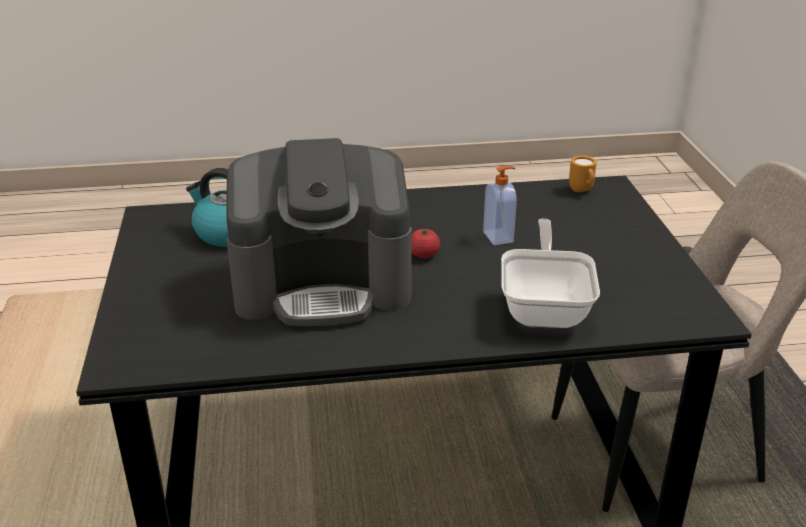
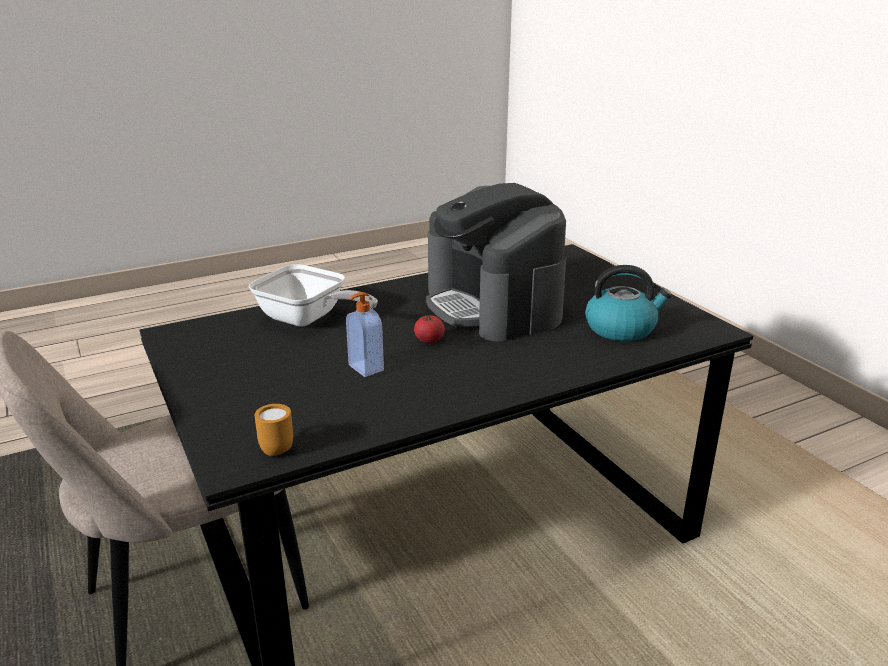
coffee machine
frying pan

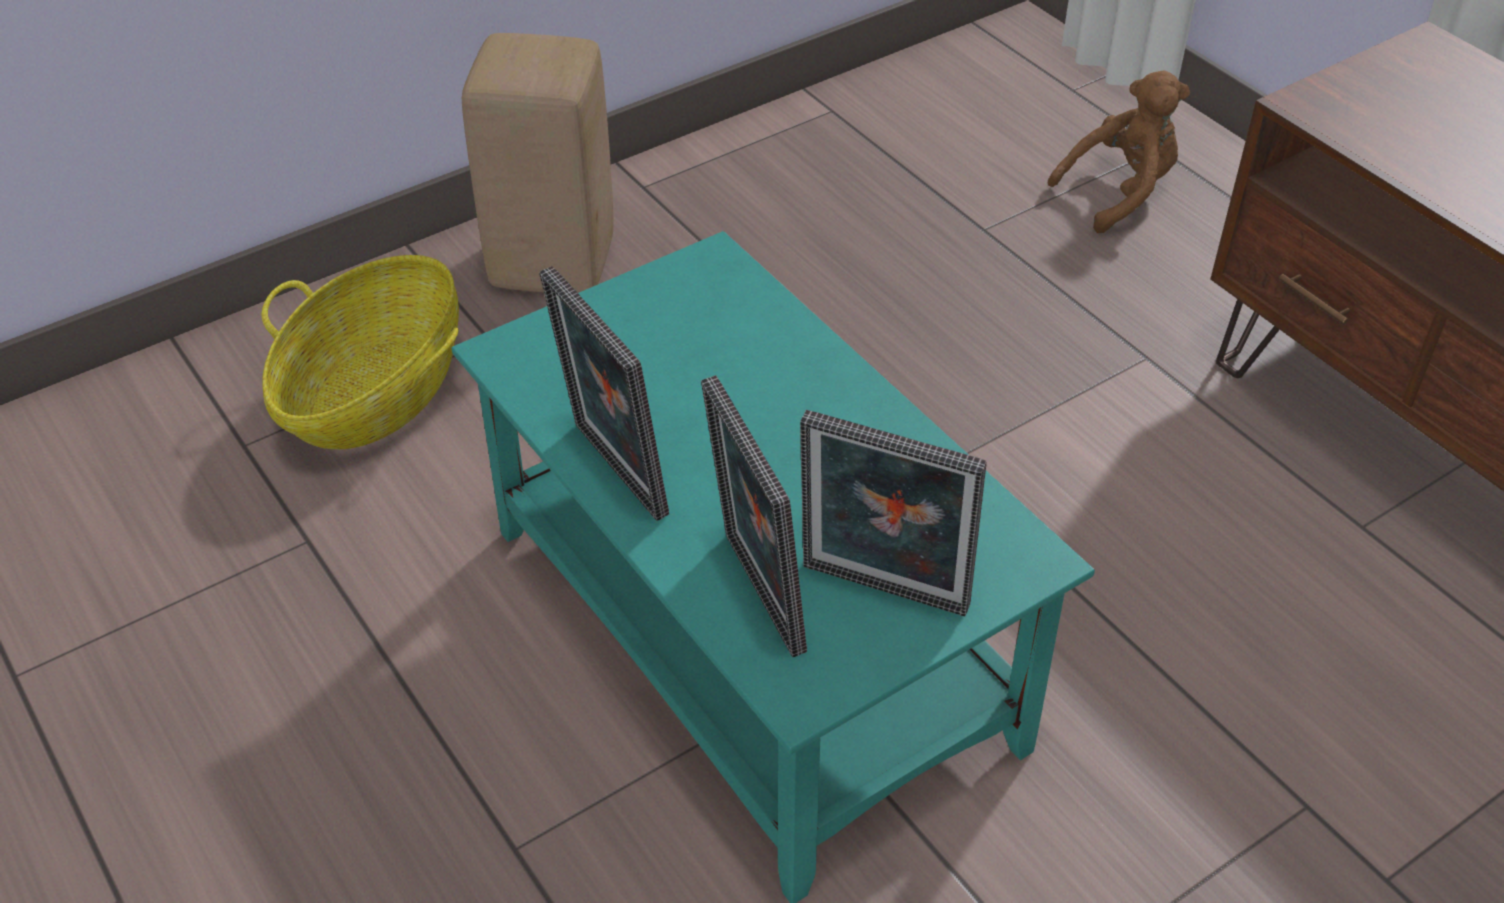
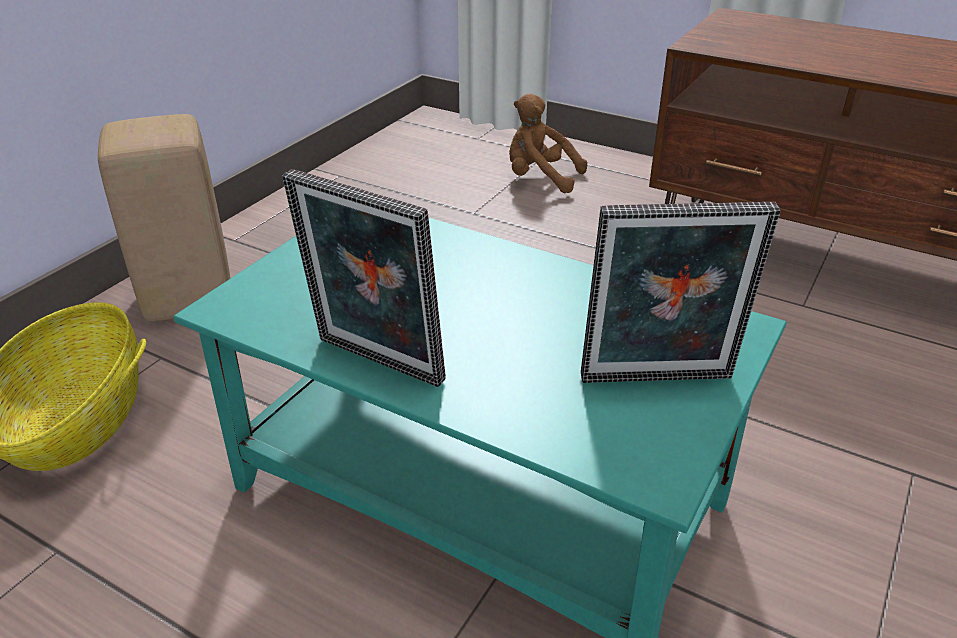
photo frame (no. 2 from left in the first image)
brown-coloured plush toy

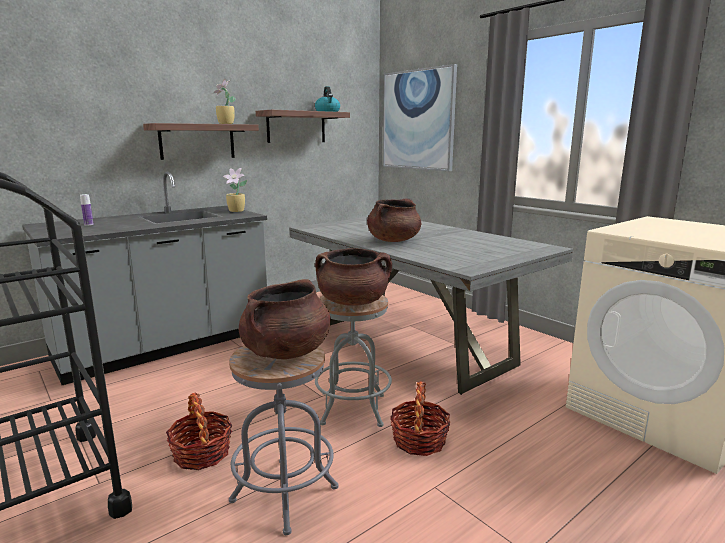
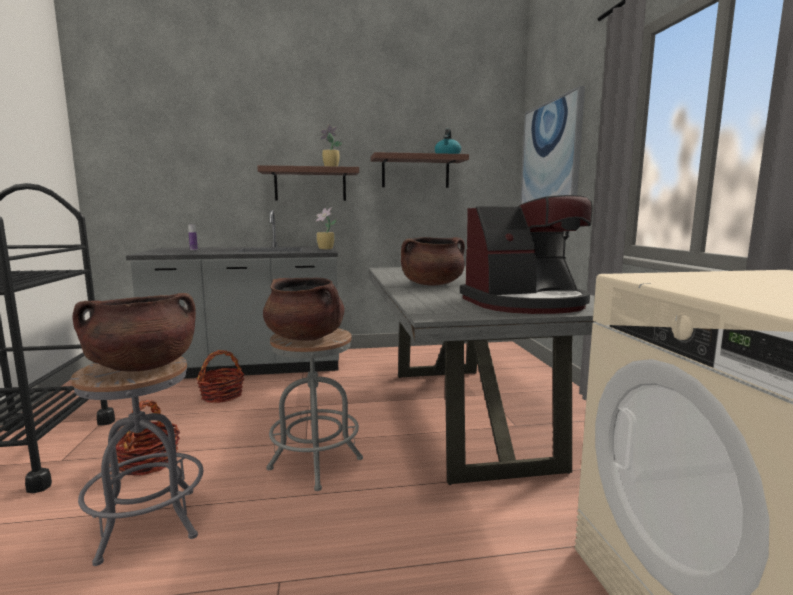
coffee machine
household basket (no. 2 from left)

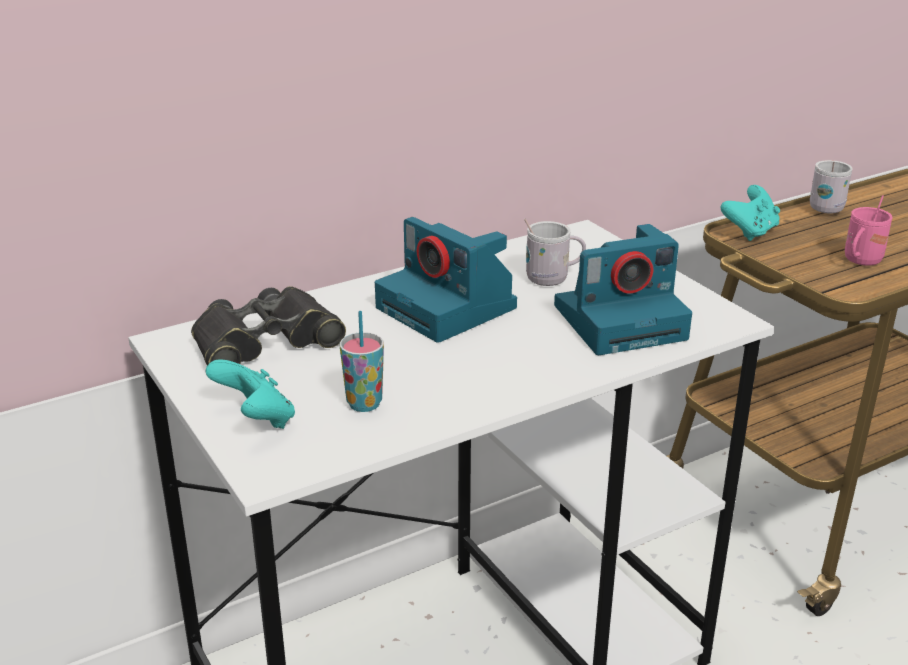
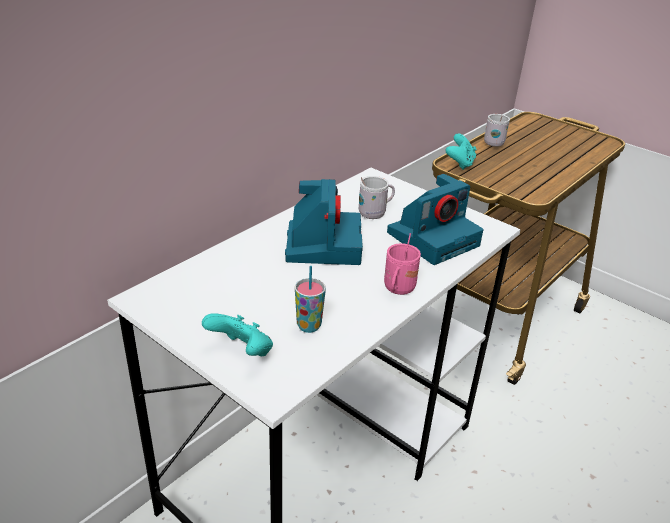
black pair of binoculars
pink coffee mug
photo camera (no. 1 from left)

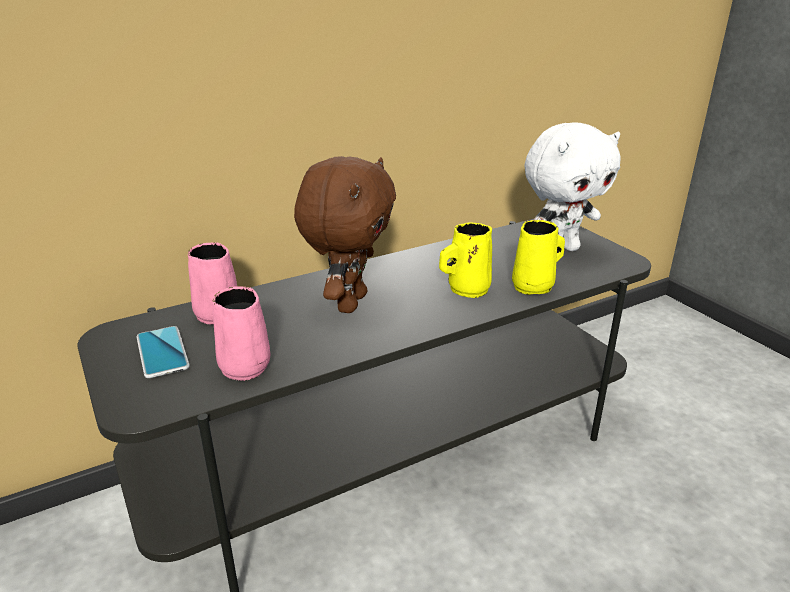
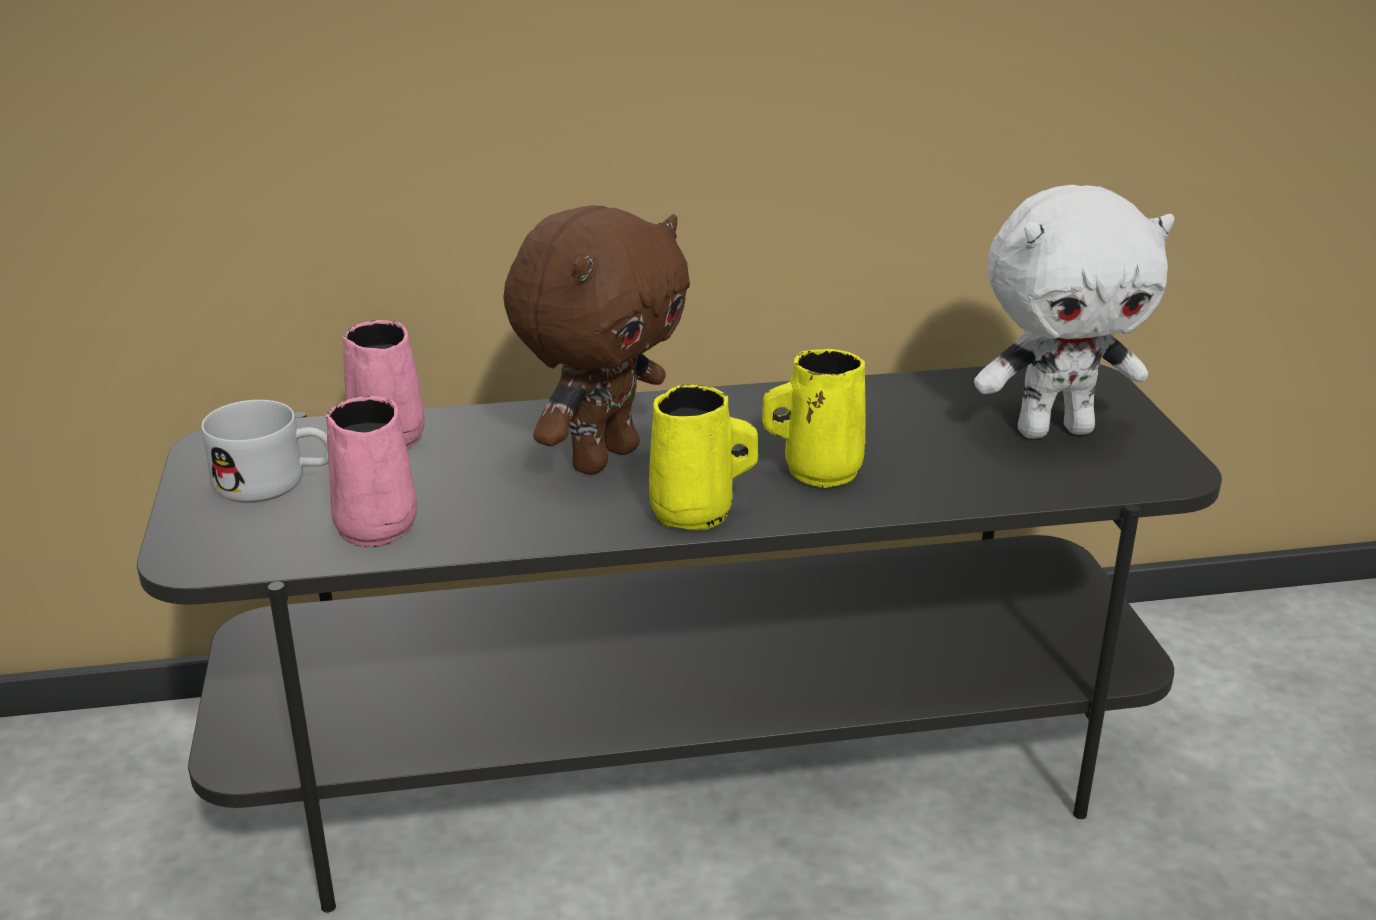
yellow-coloured coffee mug (no. 1 from left)
white-coloured coffee mug

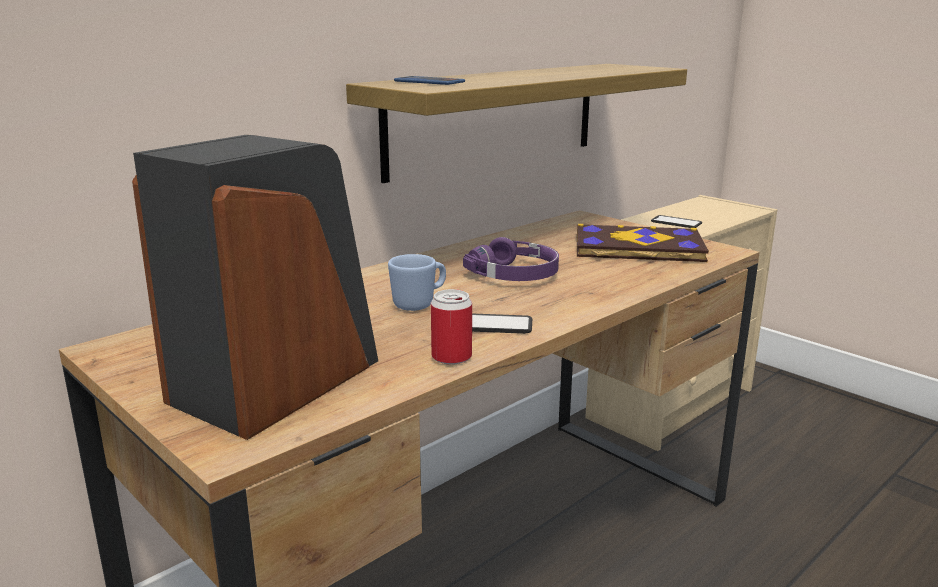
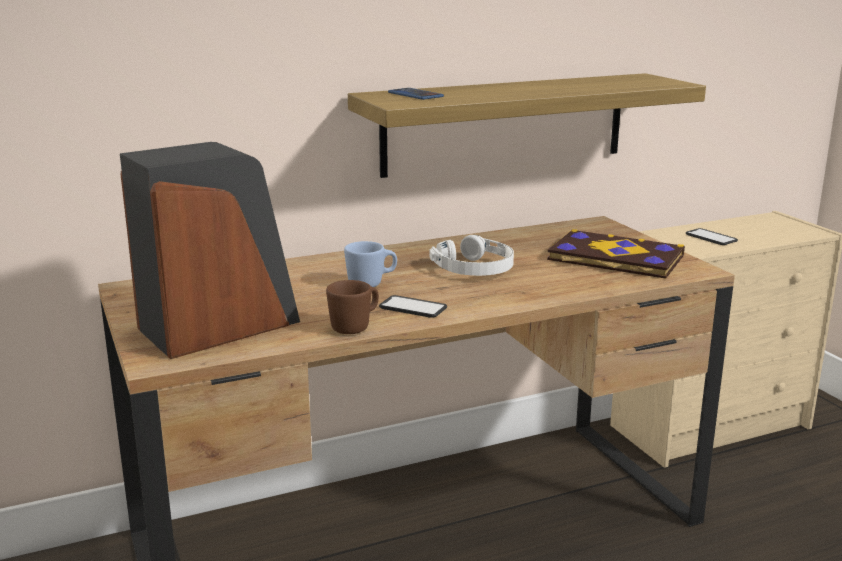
brown-coloured coffee mug
white-coloured pair of headphones

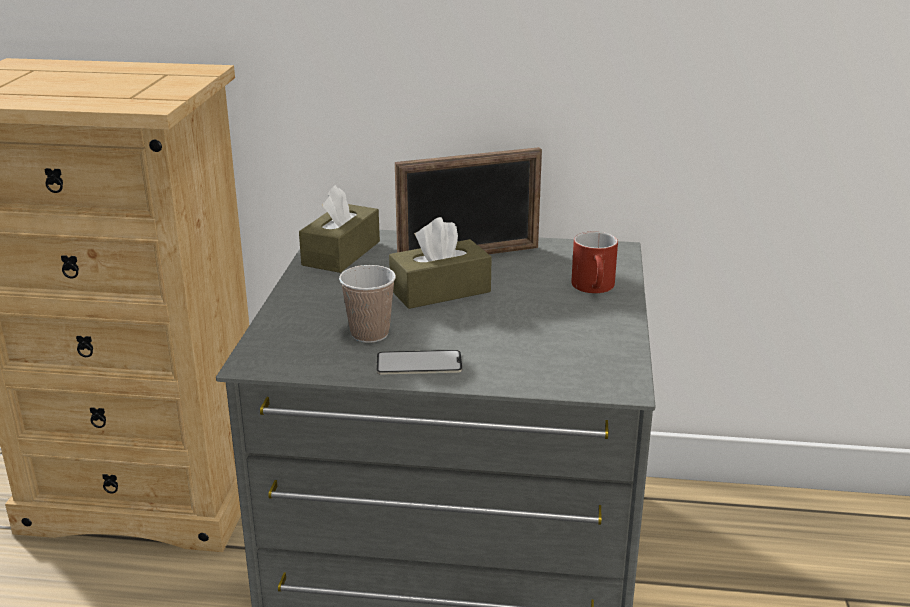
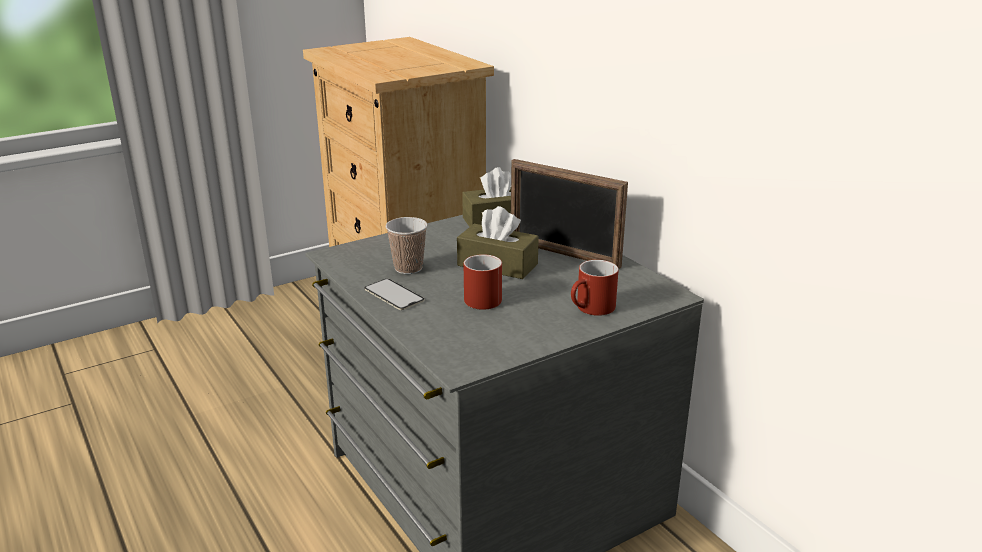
red coffee mug (no. 1 from left)

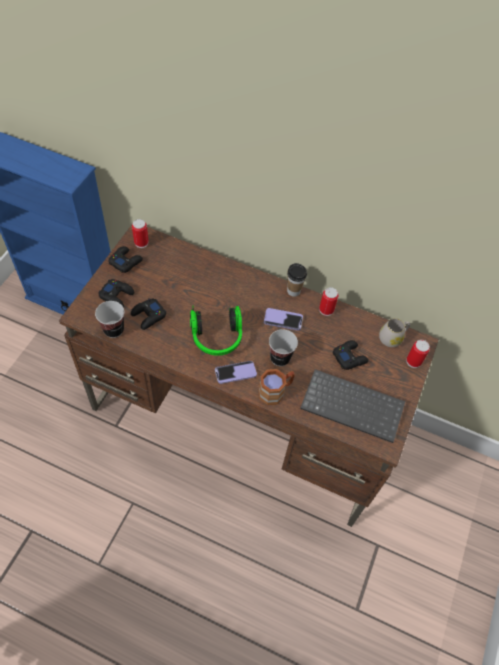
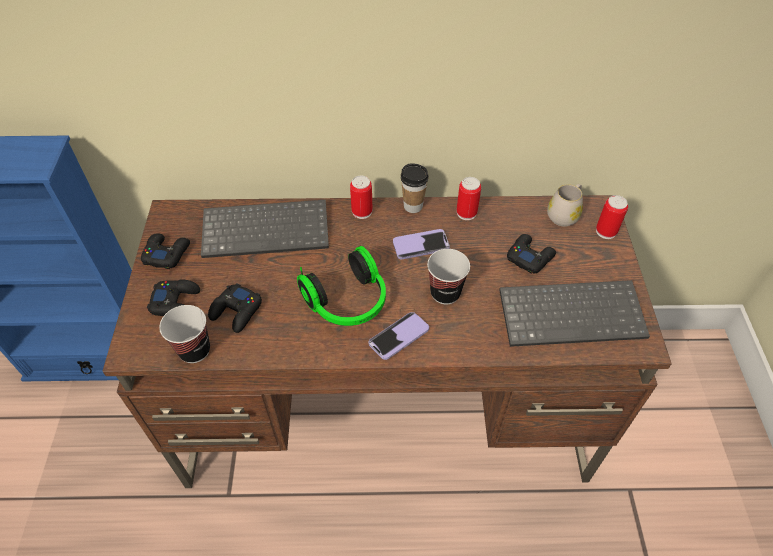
brown-coloured coffee mug
PC keyboard (no. 1 from left)
metal can (no. 1 from left)

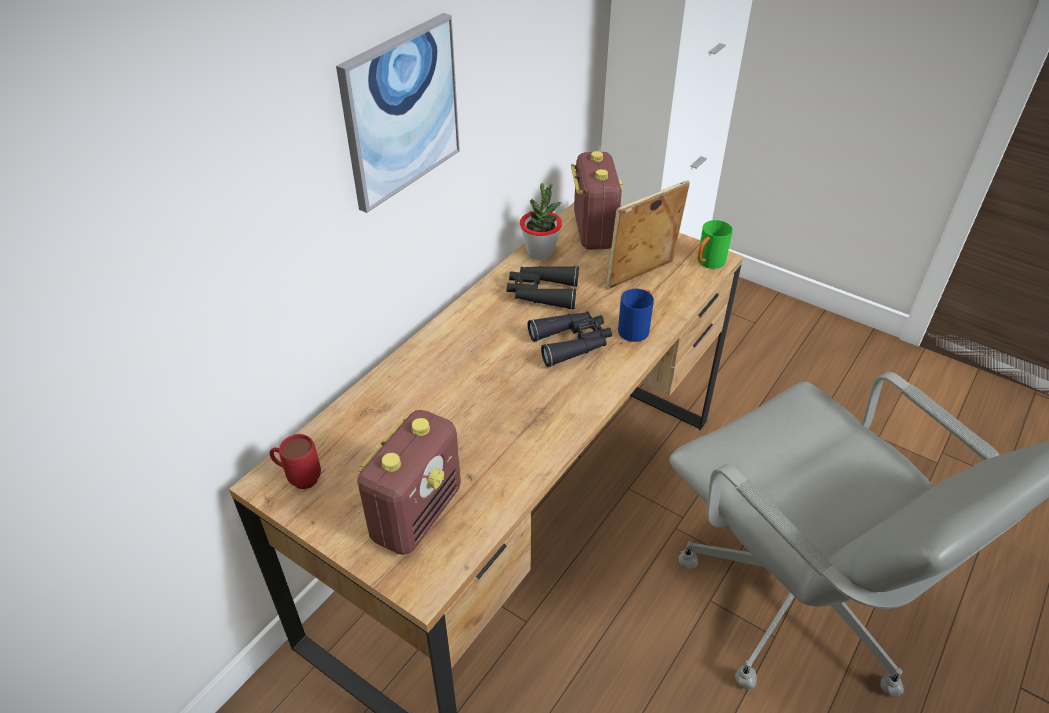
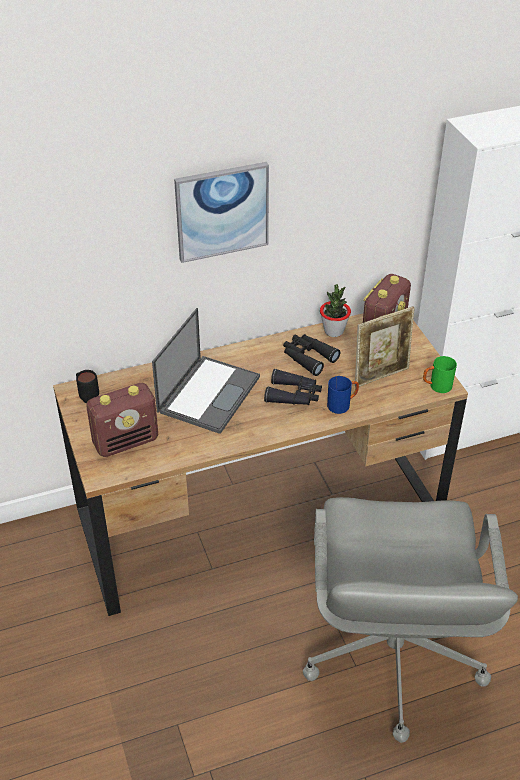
laptop
black coffee mug
photo frame

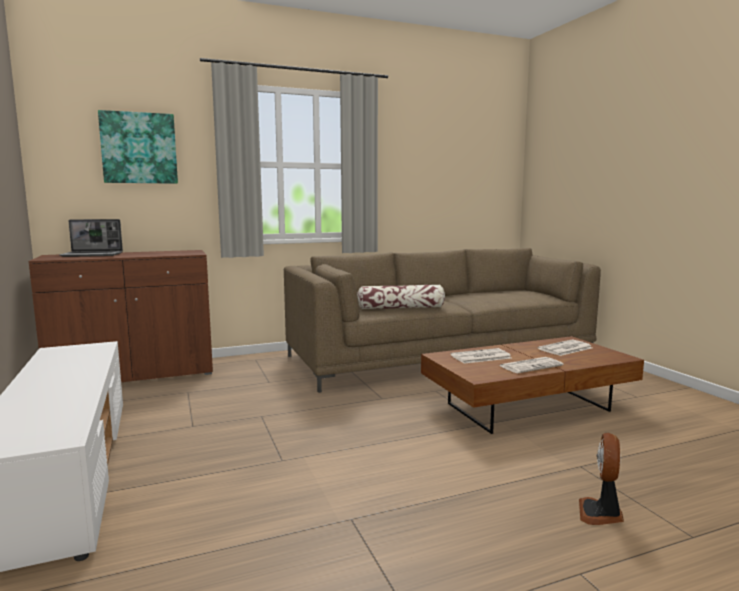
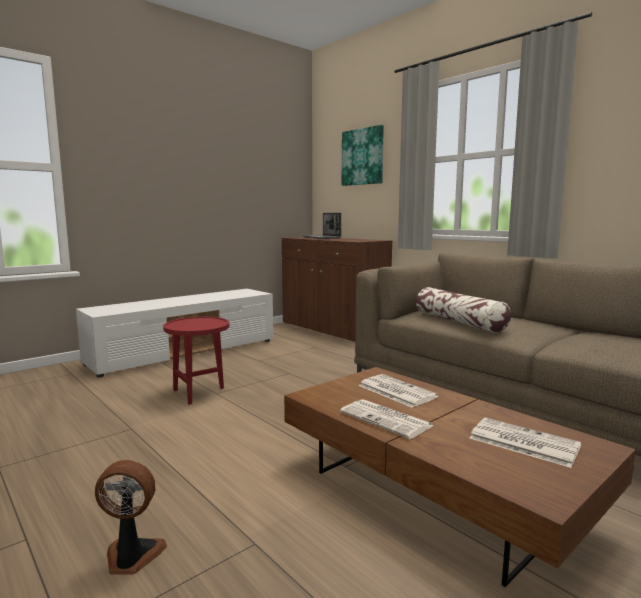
red end table

